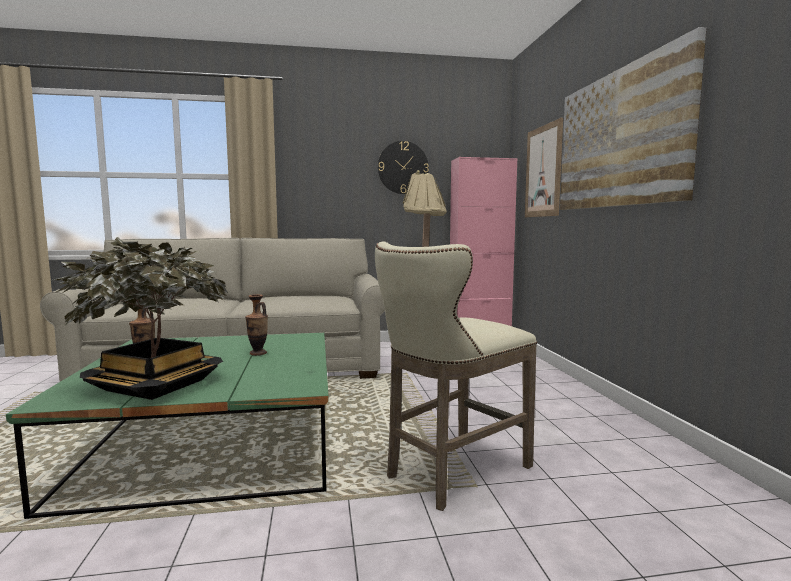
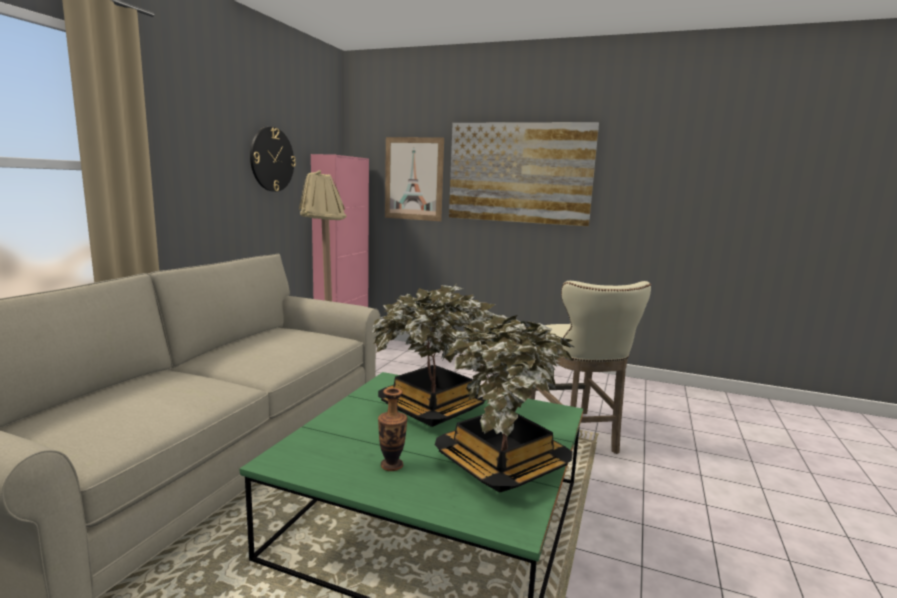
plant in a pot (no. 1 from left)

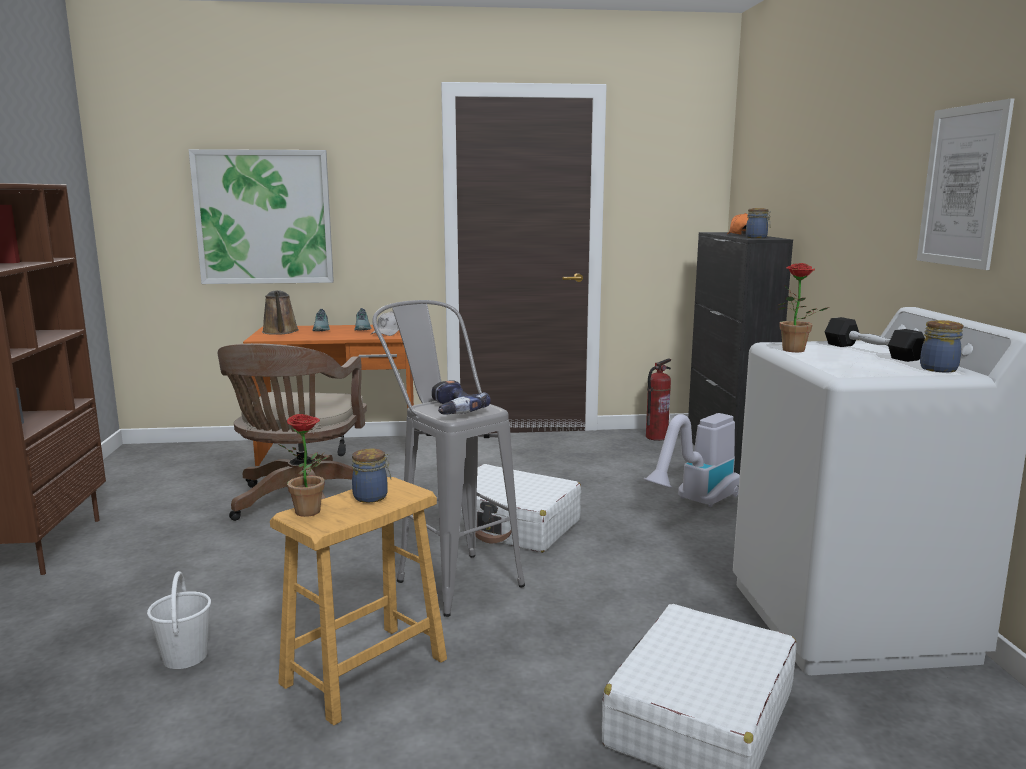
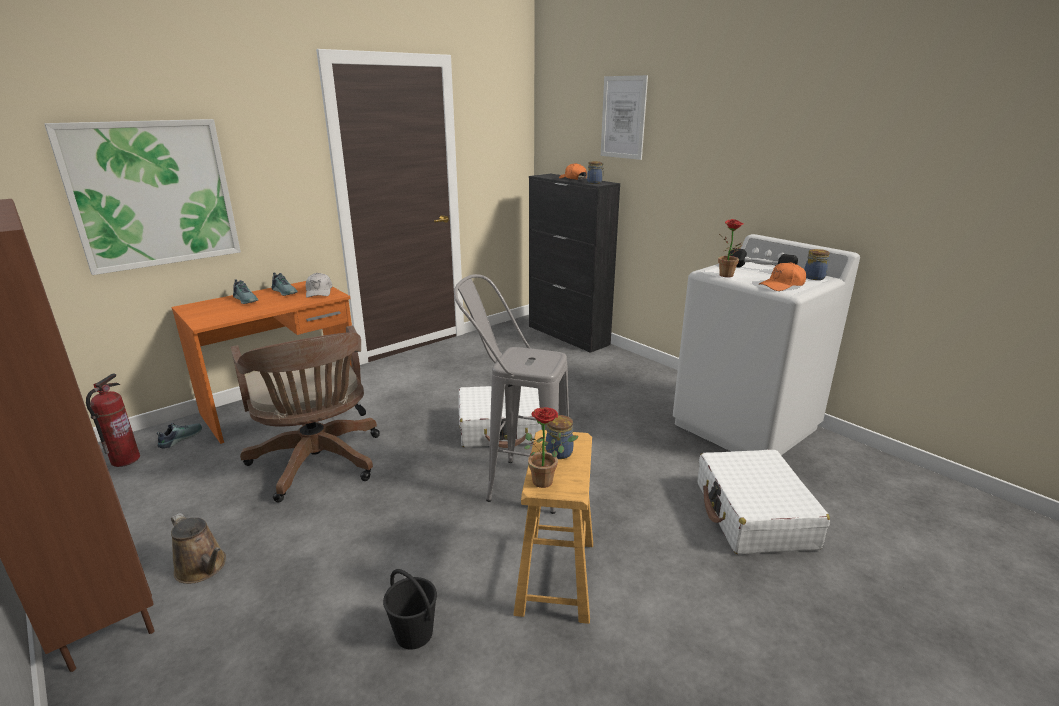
drill
vacuum
low shoe (no. 1 from left)
orange cap (no. 2 from left)
brown-coloured watering can
fire extinguisher
picture (no. 2 from left)
black water bucket

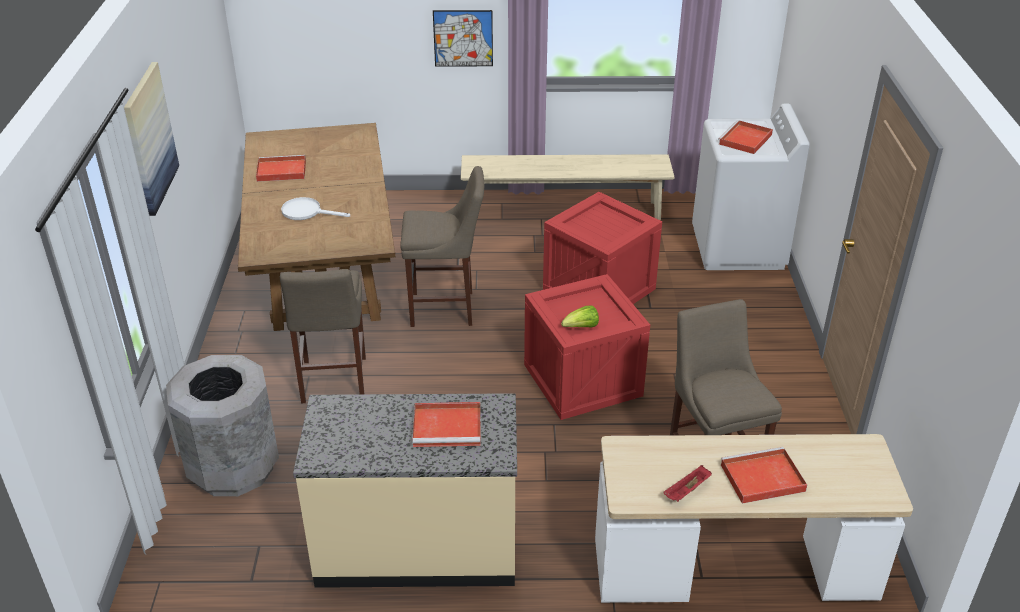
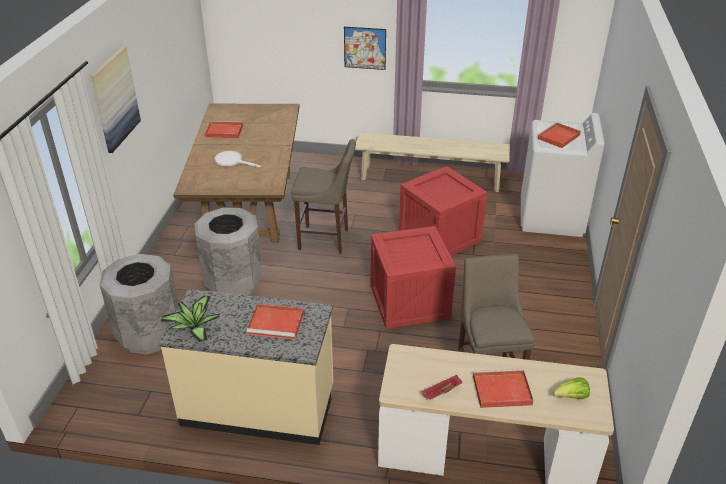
plant in a pot
lettuce
gray waste bin (no. 2 from left)

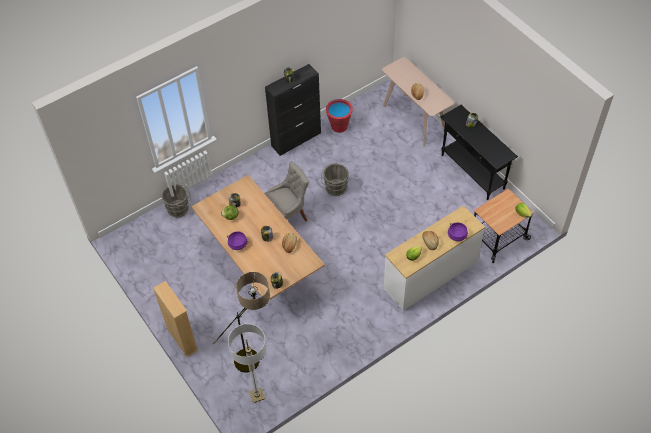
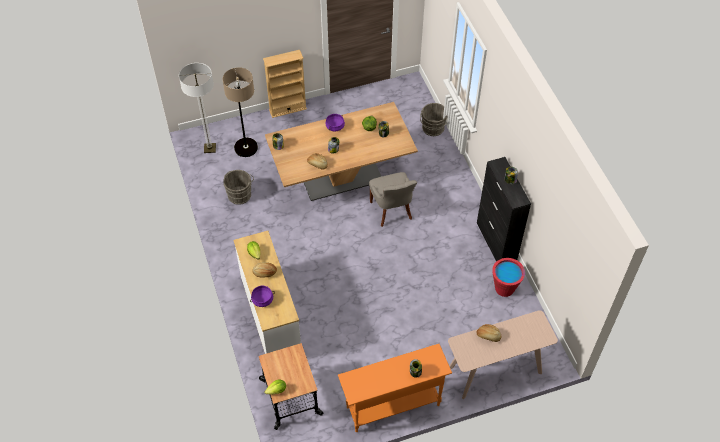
gray water bucket (no. 1 from left)
orange console table

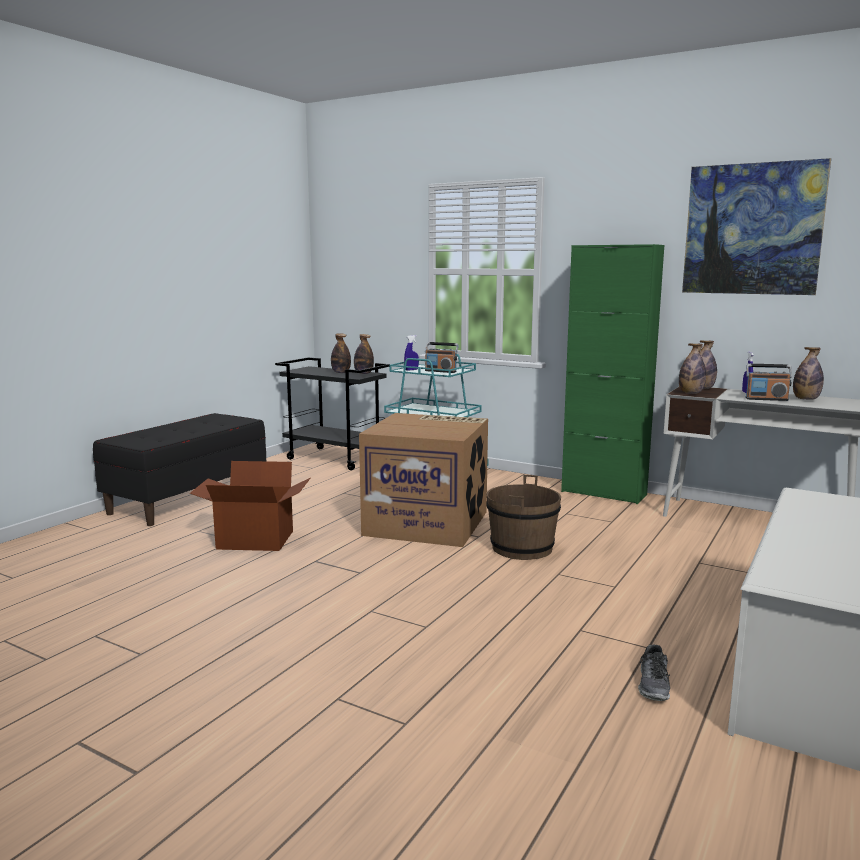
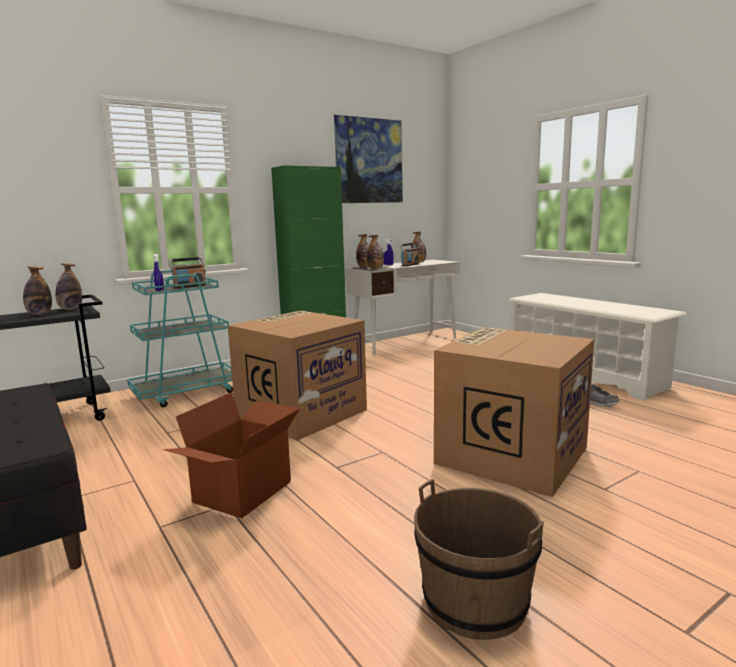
carton (no. 3 from left)
brown-coloured water bucket

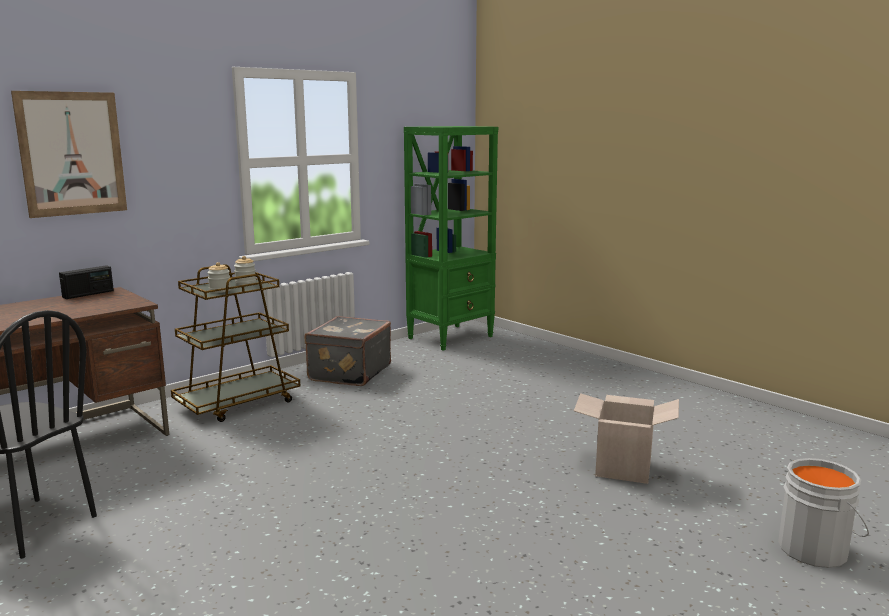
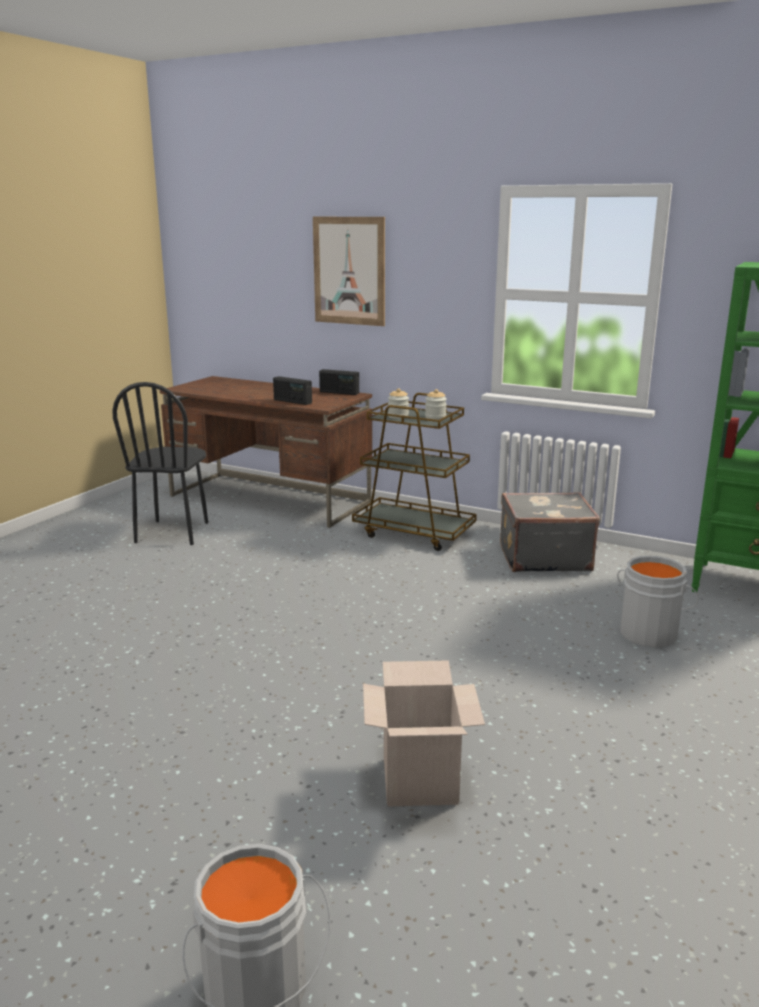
radio set (no. 1 from left)
gray water bucket (no. 2 from left)

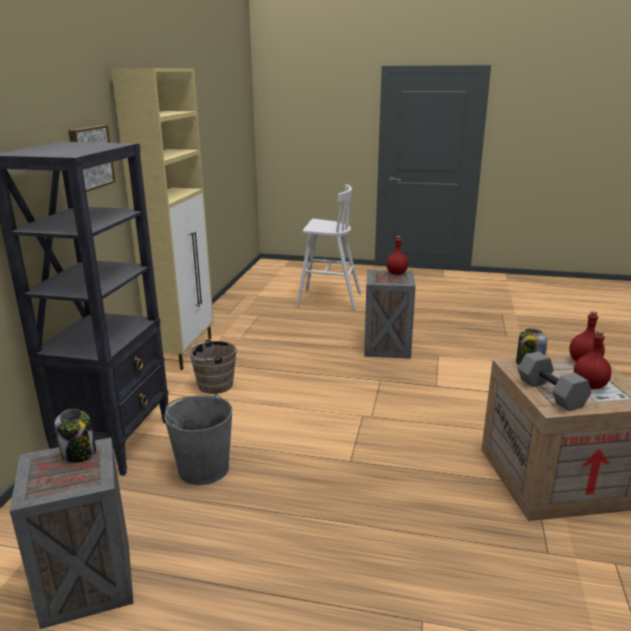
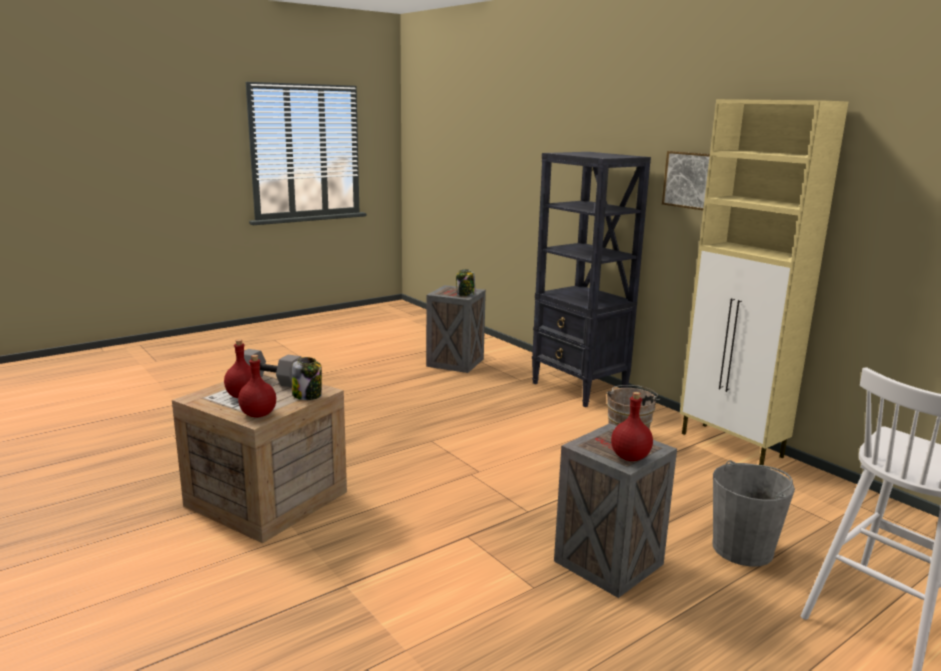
gray water bucket

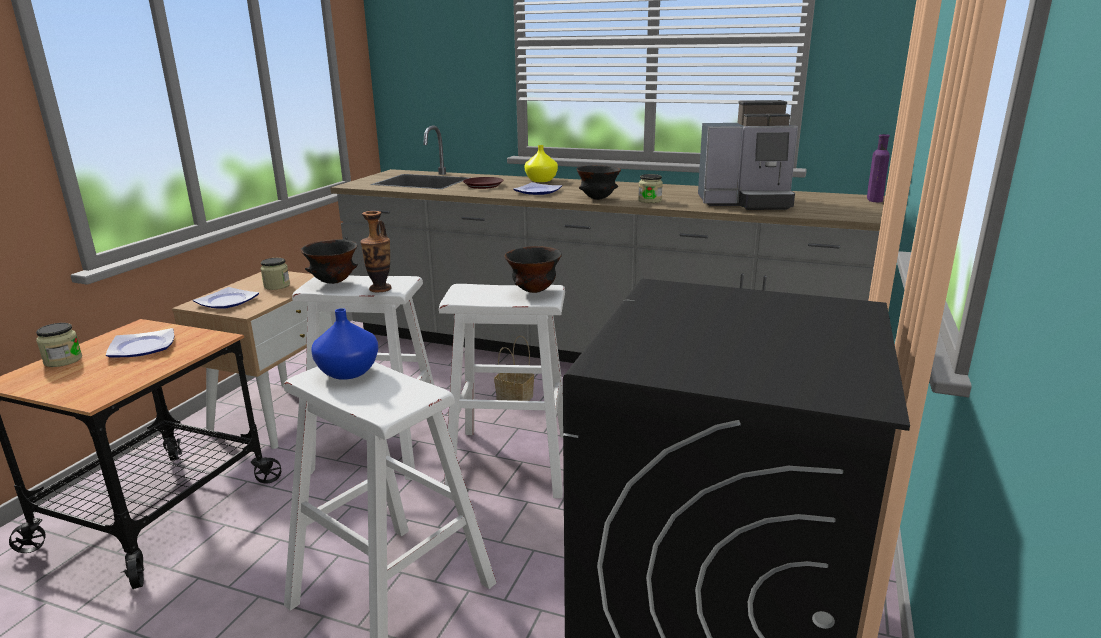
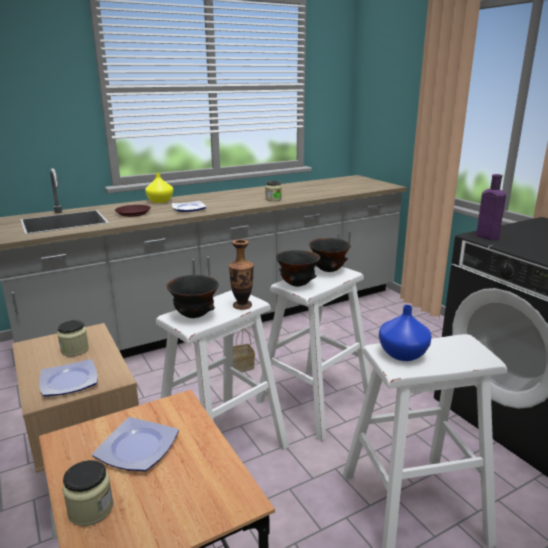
coffee machine
black serving bowl (no. 2 from left)
purple beverage bottle

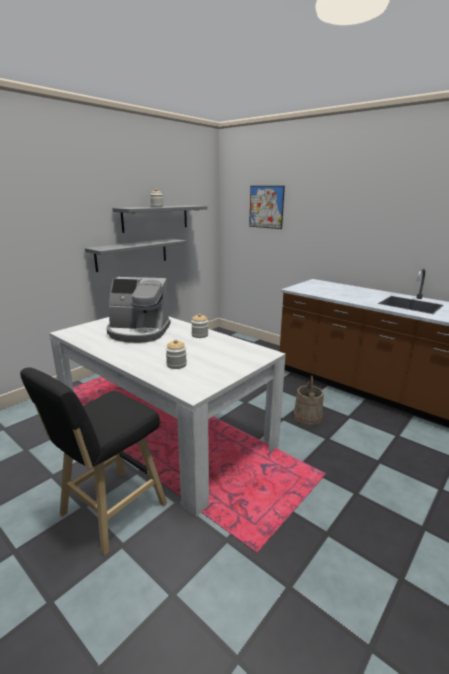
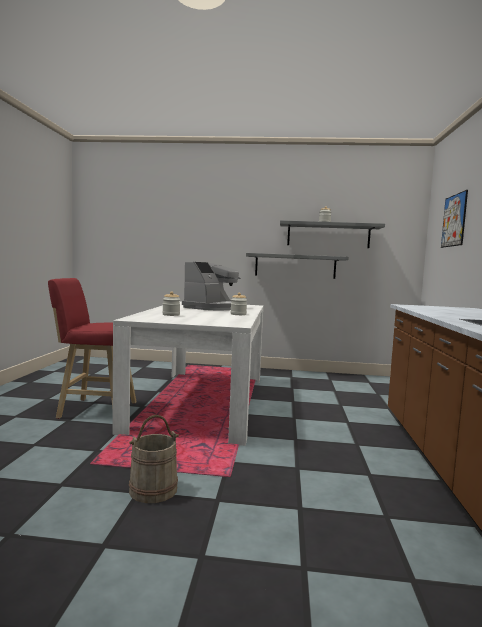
beige-coloured water bucket
red sitting stool
coffee machine

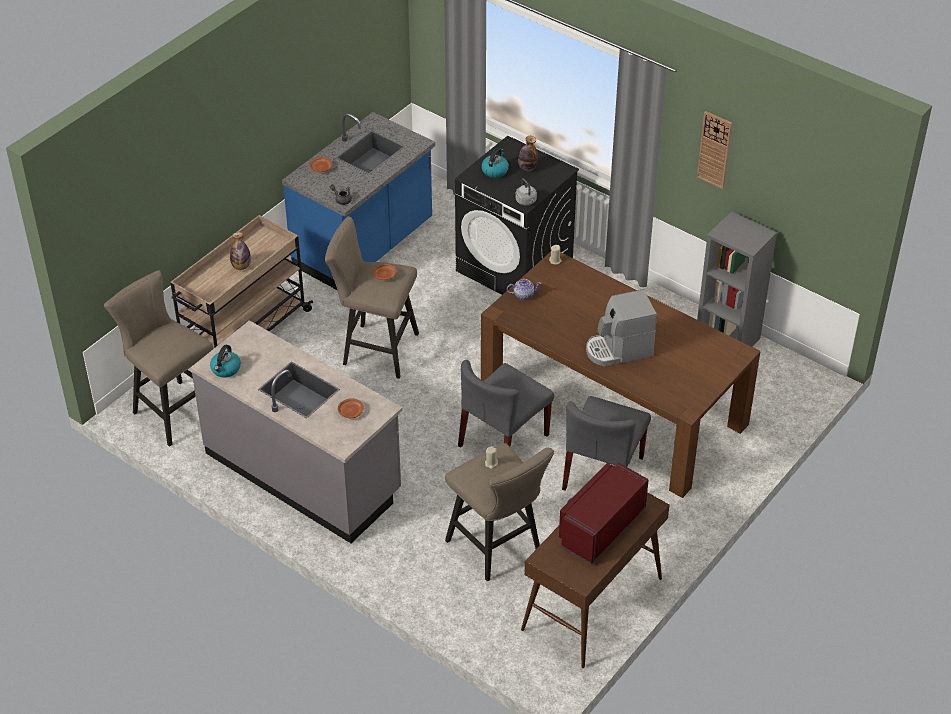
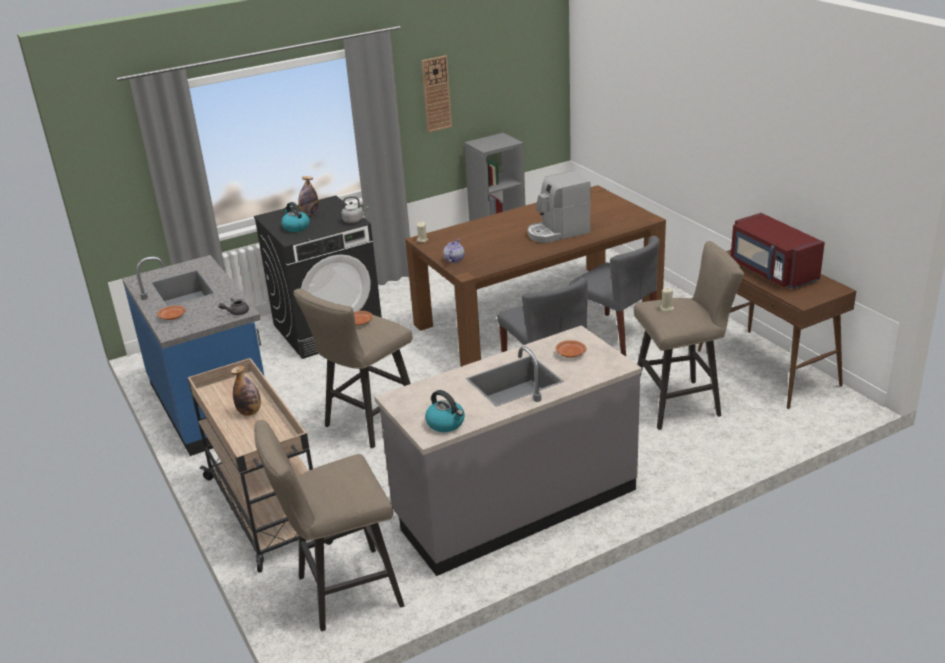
coffee machine

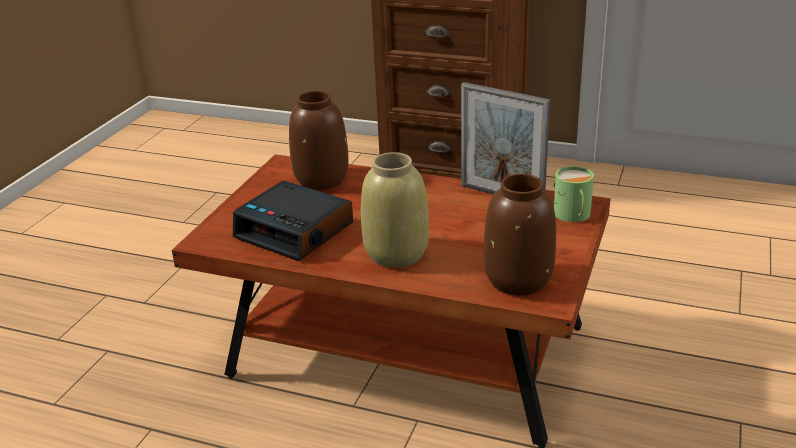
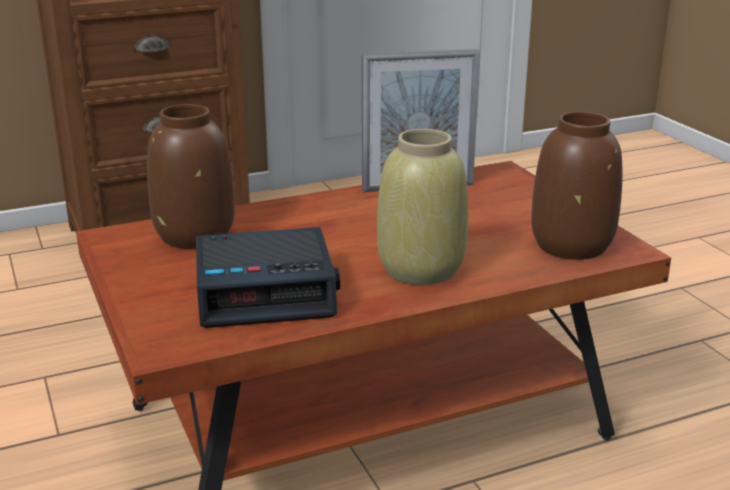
green coffee mug

